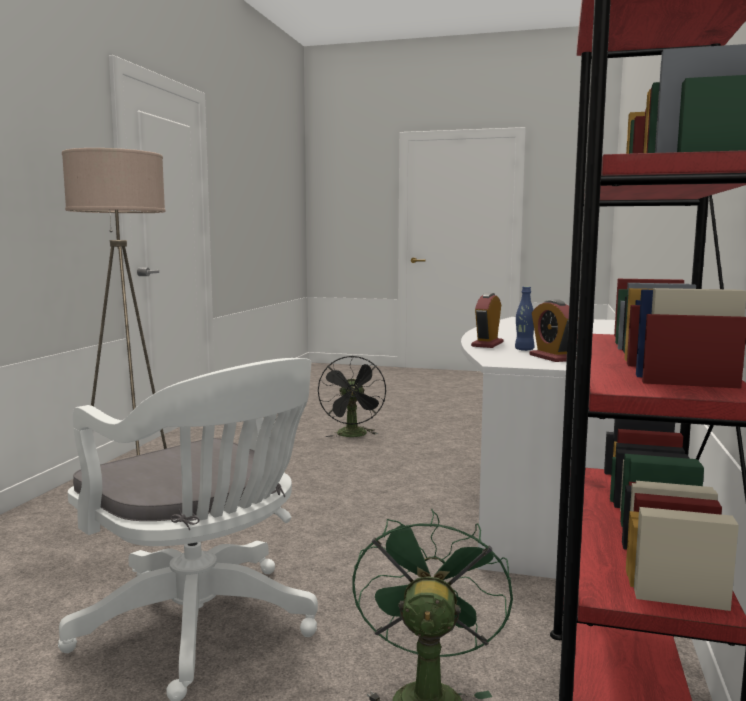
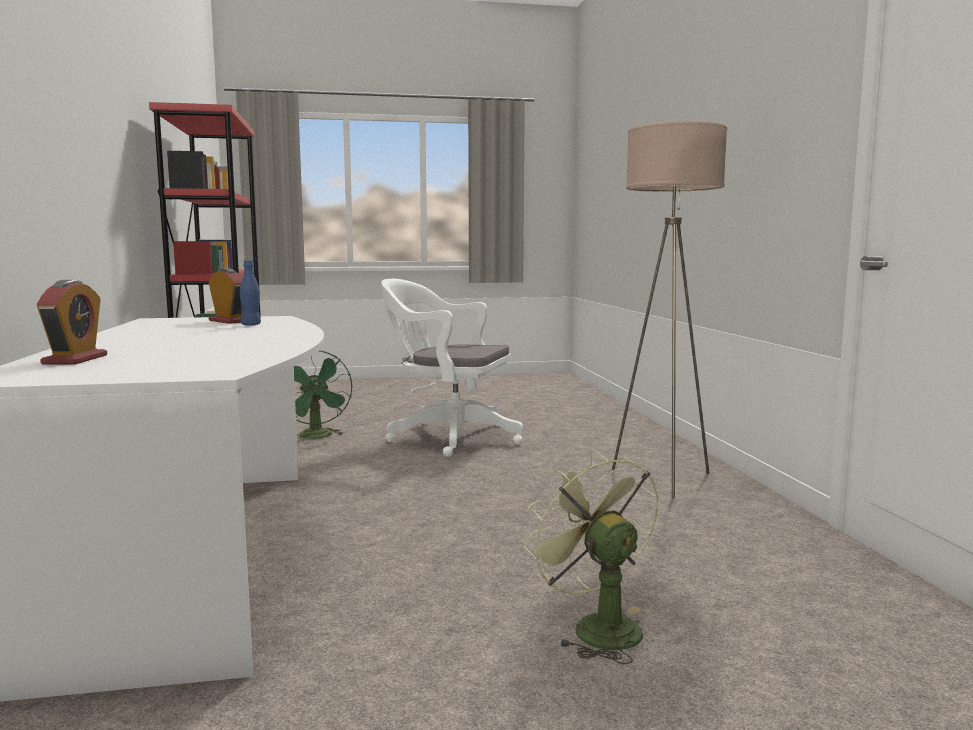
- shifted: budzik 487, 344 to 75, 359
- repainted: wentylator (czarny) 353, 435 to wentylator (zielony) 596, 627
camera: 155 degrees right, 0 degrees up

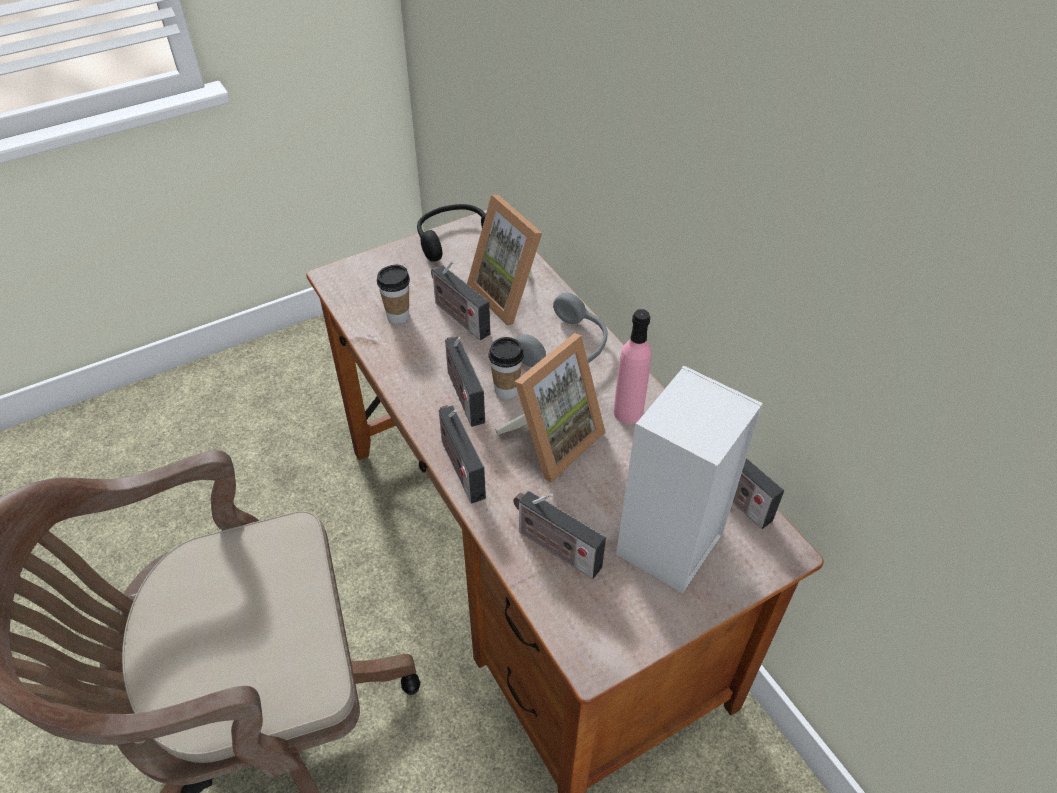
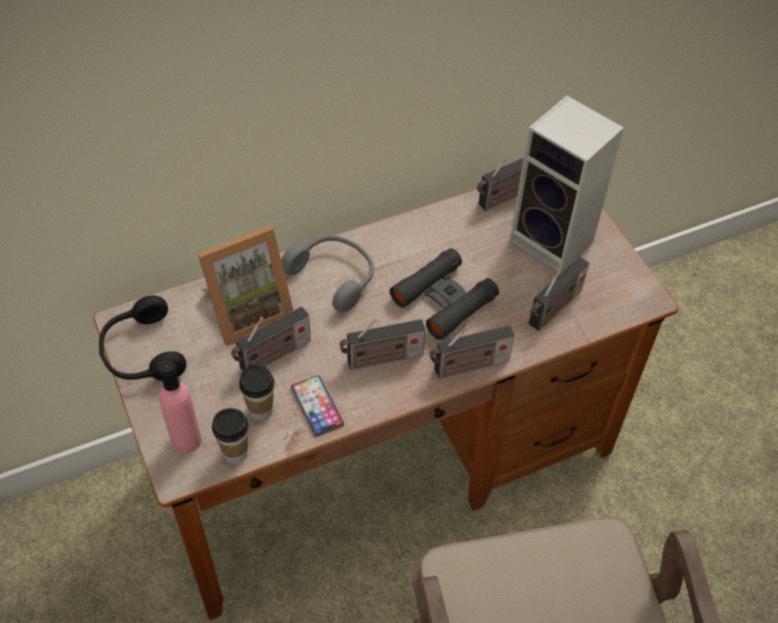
- shifted: butelka (różowy) 628, 412 to 186, 440
- swapped: ramka na zdjęcie 551, 440 to lornetka (czarny) 444, 299
- shifted: filiżanka 506, 390 to 235, 453
- new: telefon 317, 406
camera: 85 degrees left, 5 degrees up

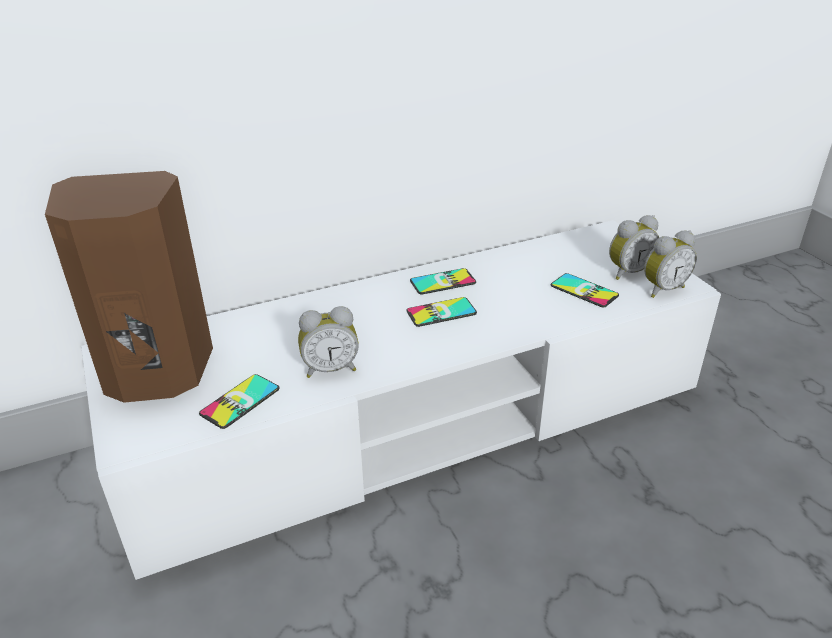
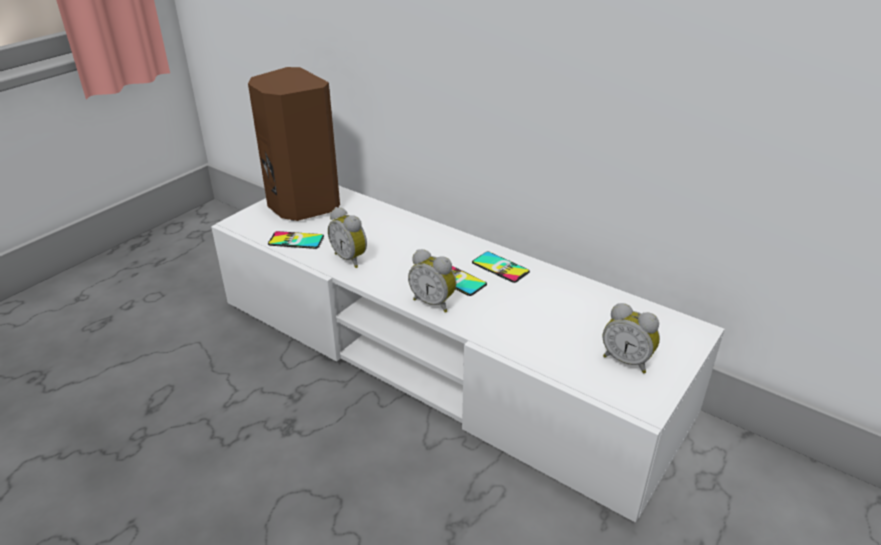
- shifted: budzik 662, 289 to 434, 302
- gone: telefon 584, 290
camera: 60 degrees right, 0 degrees up

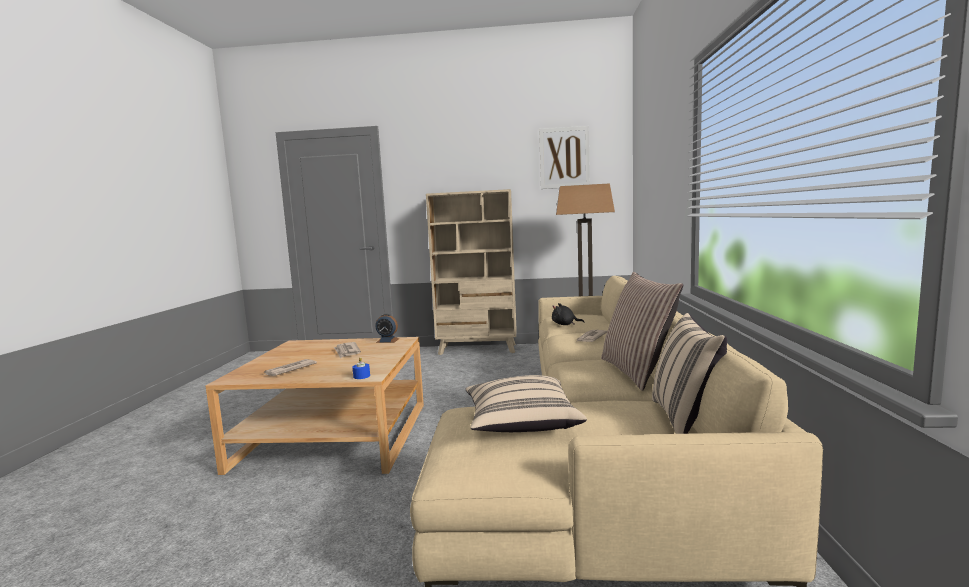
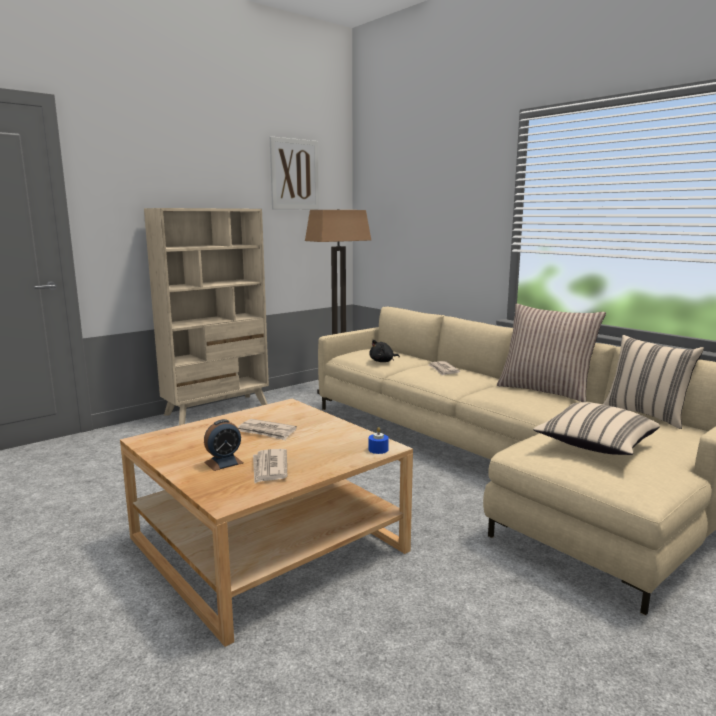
- shifted: budzik 387, 340 to 224, 462
camera: 45 degrees left, 5 degrees up

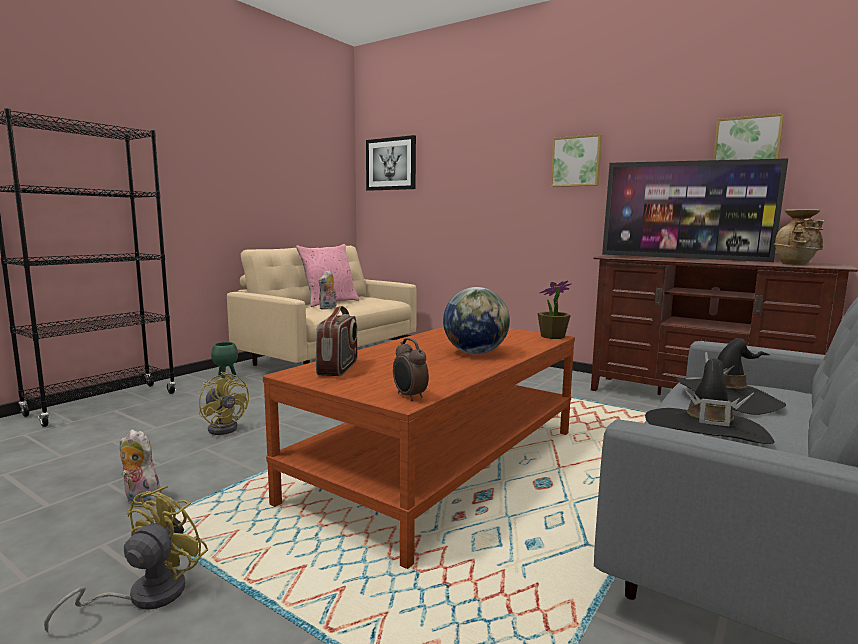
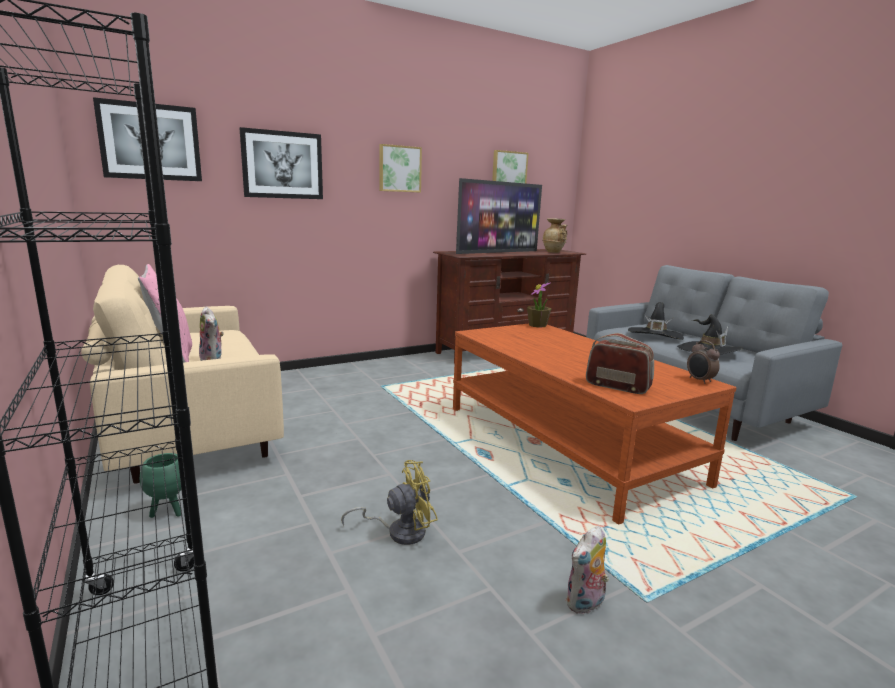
- gone: globus 475, 353
- rotated: budzik 409, 396 = 699, 380 75 degrees clockwise
- gone: wentylator (żółty) 144, 596
- new: obraz 282, 165
camera: 65 degrees left, 5 degrees up

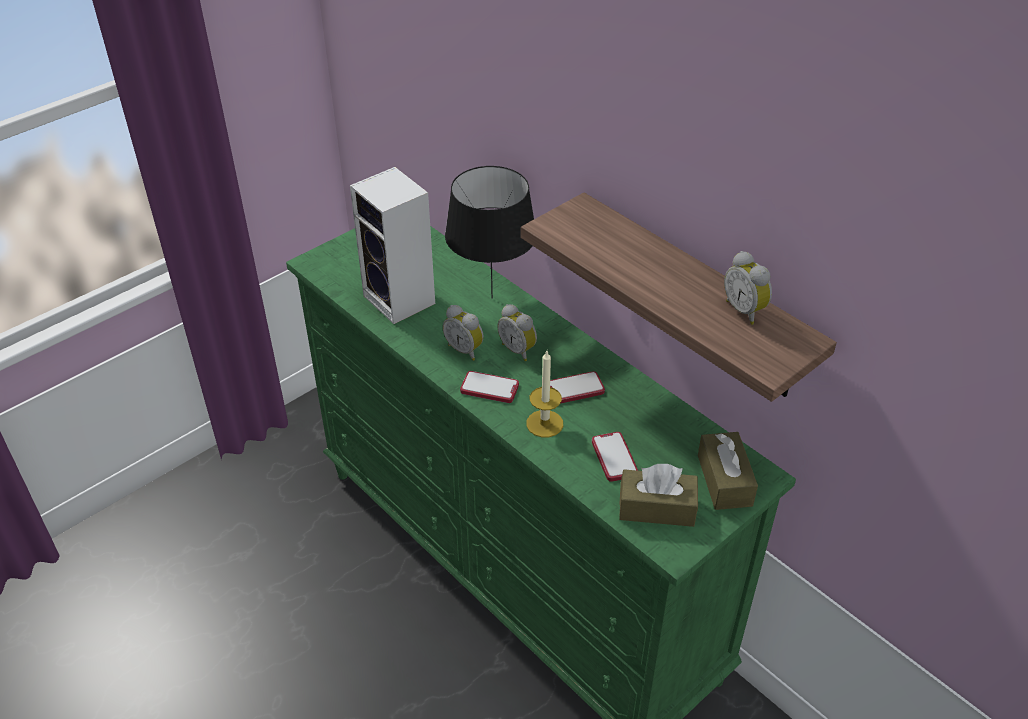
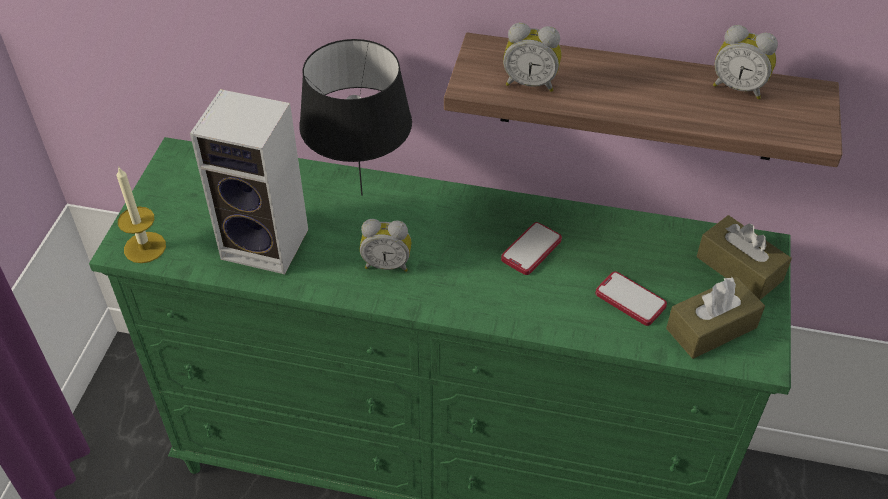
- shifted: budzik 519, 350 to 530, 83
- shifted: świeca 544, 423 to 145, 247
- gone: telefon 489, 388
camera: 35 degrees left, 5 degrees up

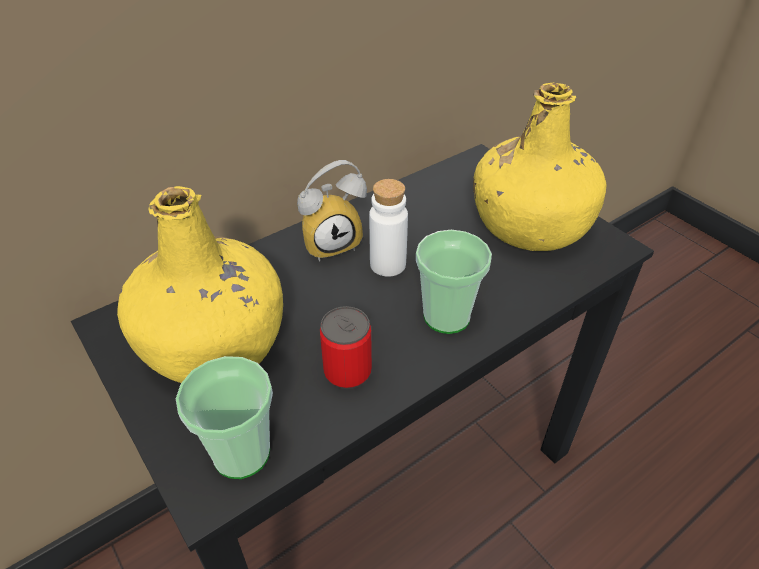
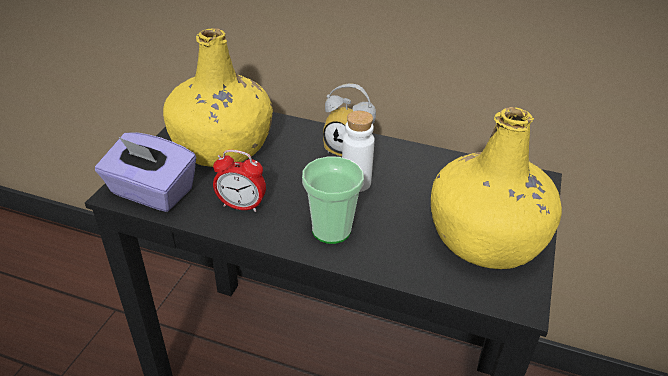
- swapped: puszka 347, 372 to budzik 241, 206
- swapped: filiżanka 241, 453 to pudełko chusteczek (fioletowy) 151, 192
camera: 55 degrees right, 5 degrees down

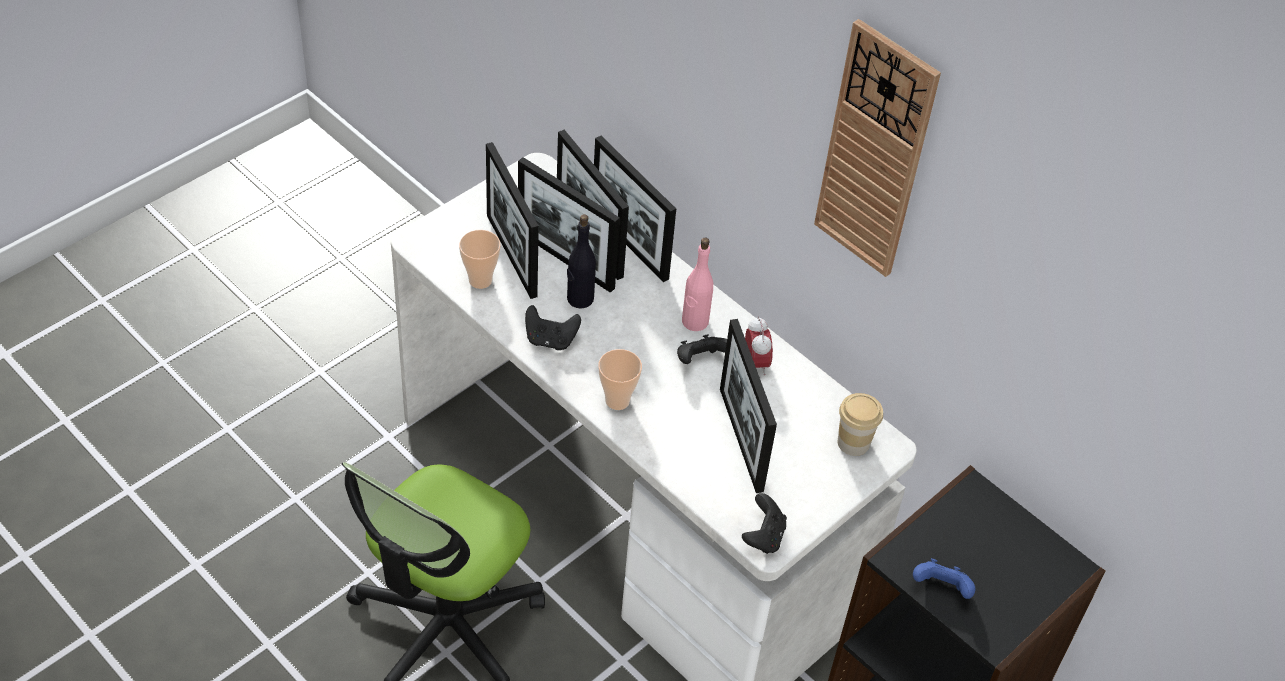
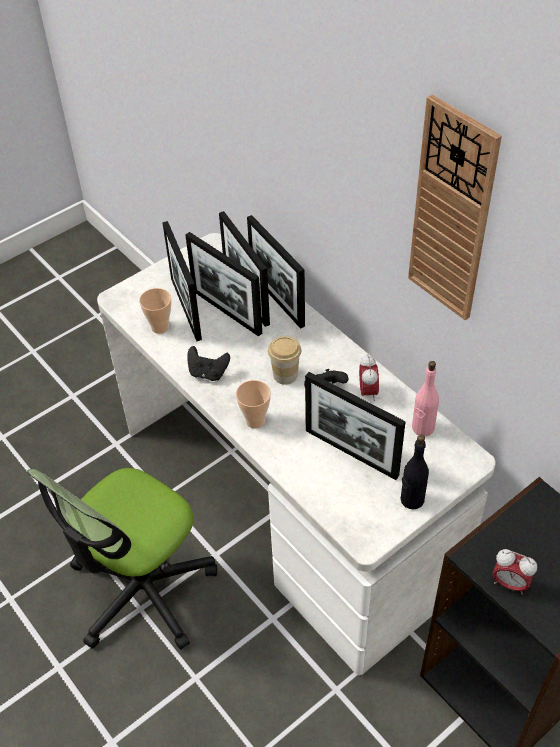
- shifted: butelka (czarny) 579, 299 to 411, 499
- shifted: butelka (różowy) 694, 321 to 422, 428
- rotated: ramka na zdjęcie 741, 439 = 351, 453 45 degrees counterclockwise
- shifted: filiżanka 853, 443 to 285, 375
- gone: pad do gier (czarny) 763, 537
- swapped: pad do gier (niebieski) 941, 589 to budzik 509, 583
camera: 10 degrees right, 0 degrees up

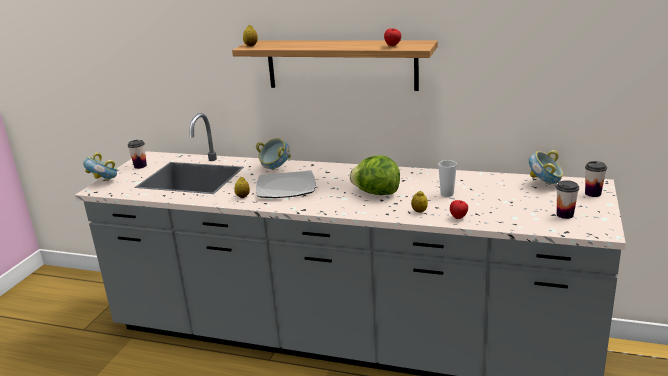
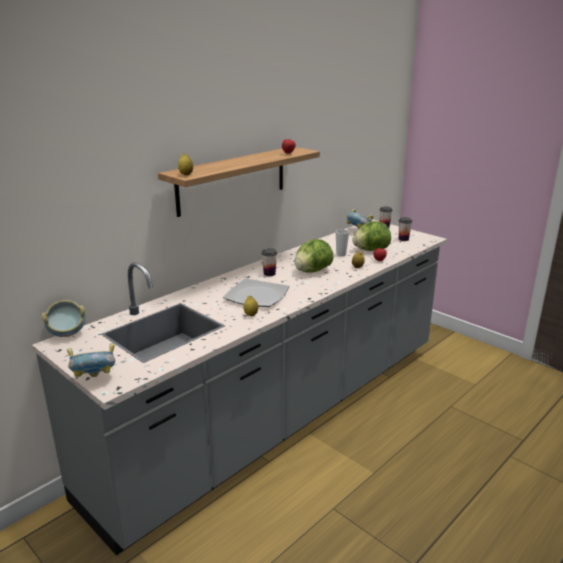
- shifted: miska 275, 168 to 67, 334
- shifted: filiżanka 140, 166 to 269, 273
- new: sałata 371, 250
camera: 65 degrees left, 0 degrees up

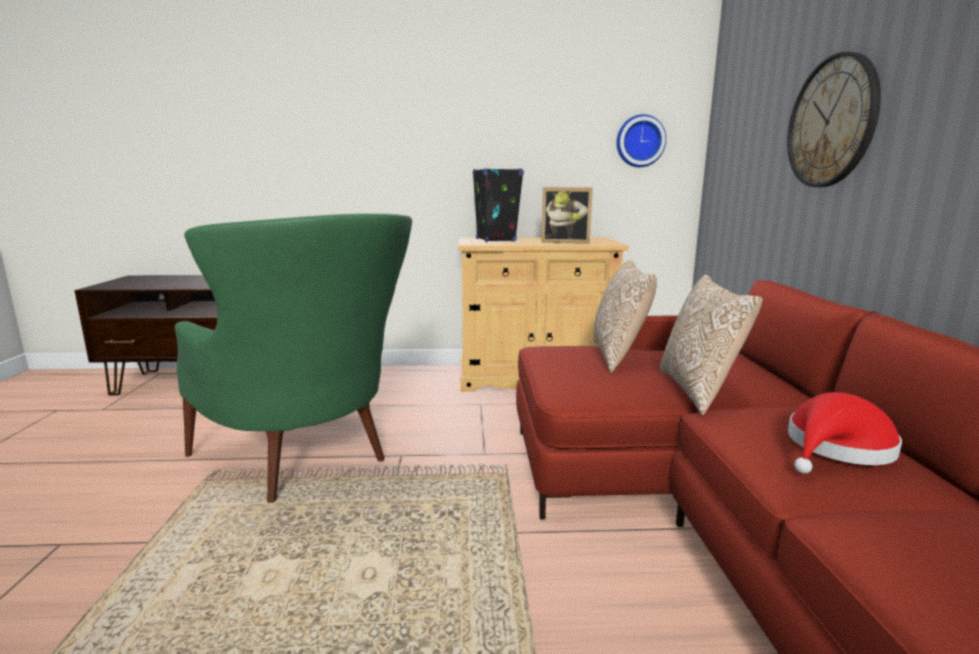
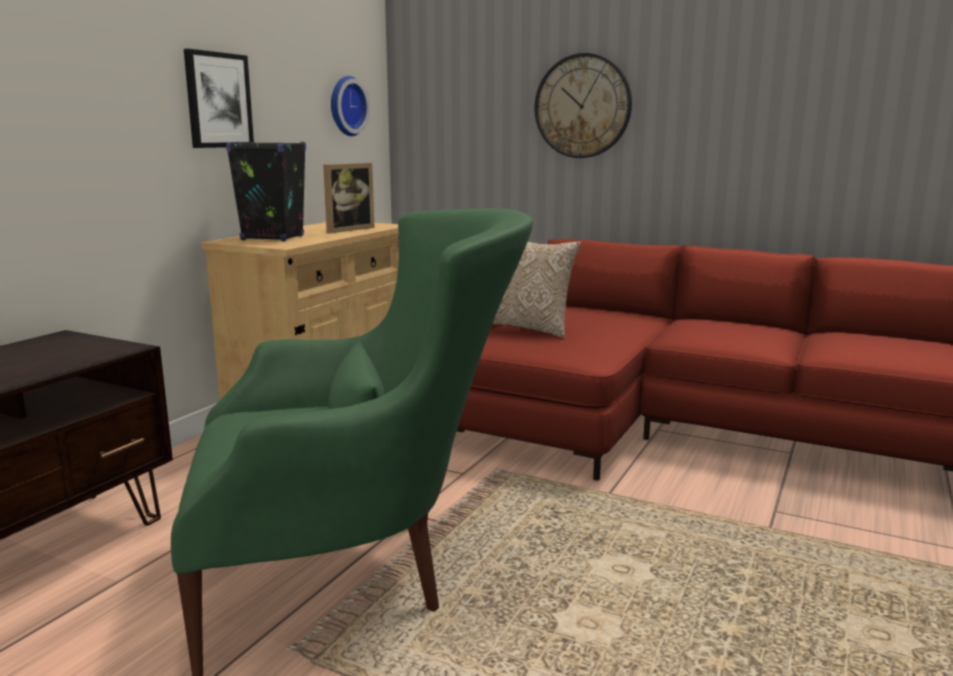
- gone: poduszka 699, 390
- gone: kapelusz (czerwony) 836, 448
- new: obraz 218, 100
camera: 60 degrees left, 0 degrees up

